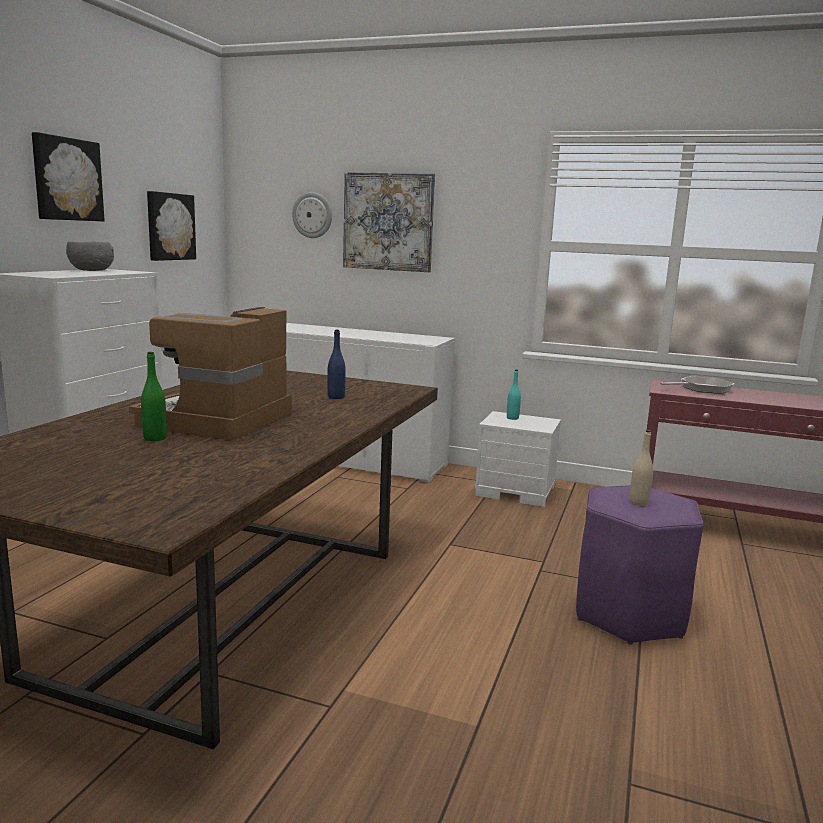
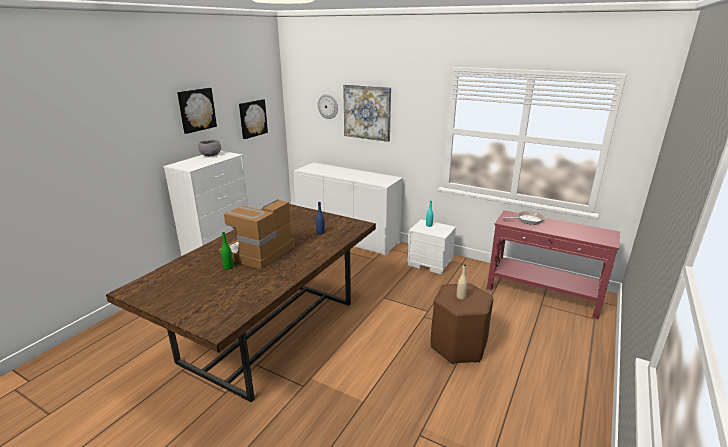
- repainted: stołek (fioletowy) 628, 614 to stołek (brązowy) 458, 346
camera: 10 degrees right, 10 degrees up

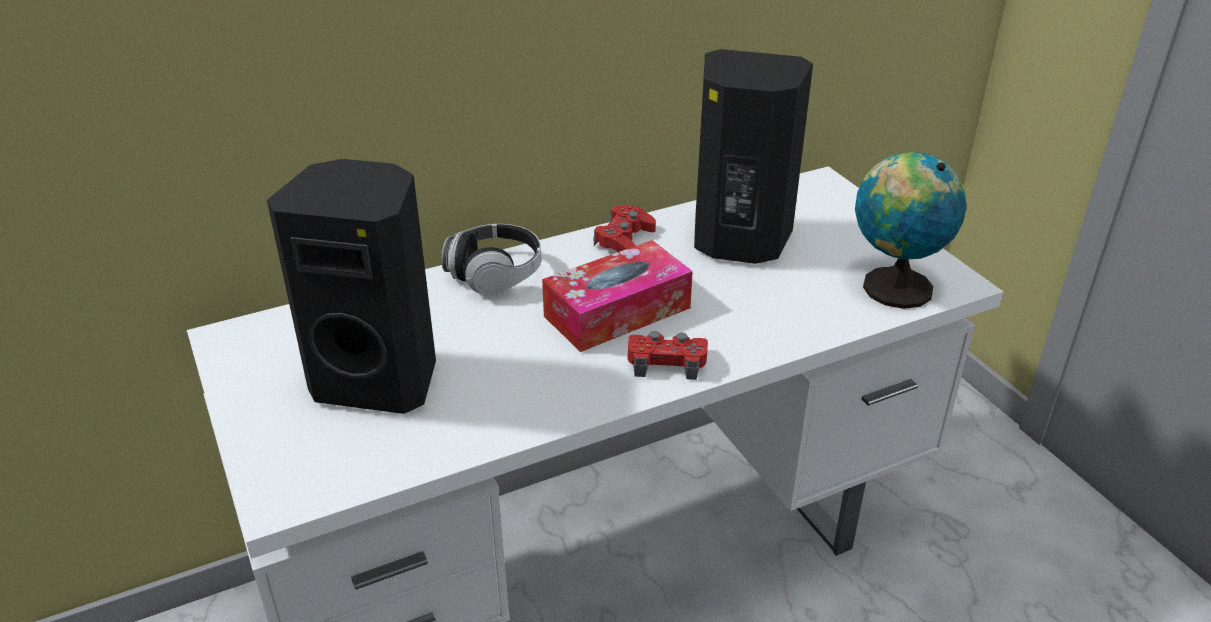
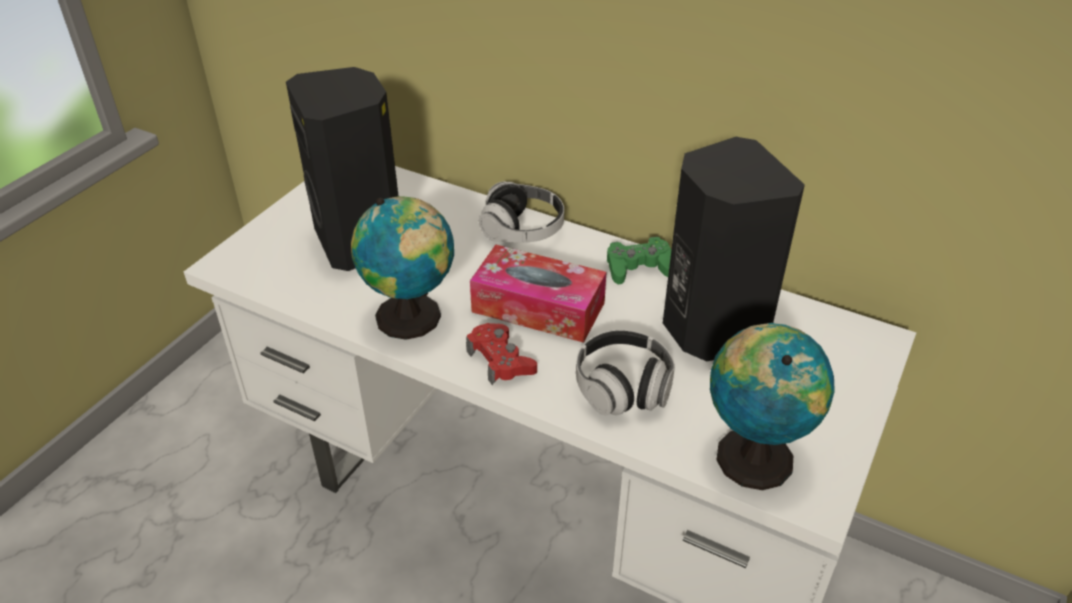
- repainted: pad do gier (czerwony) 624, 239 to pad do gier (zielony) 638, 267
- new: globus 413, 318
- new: słuchawki 623, 388
camera: 55 degrees right, 5 degrees up

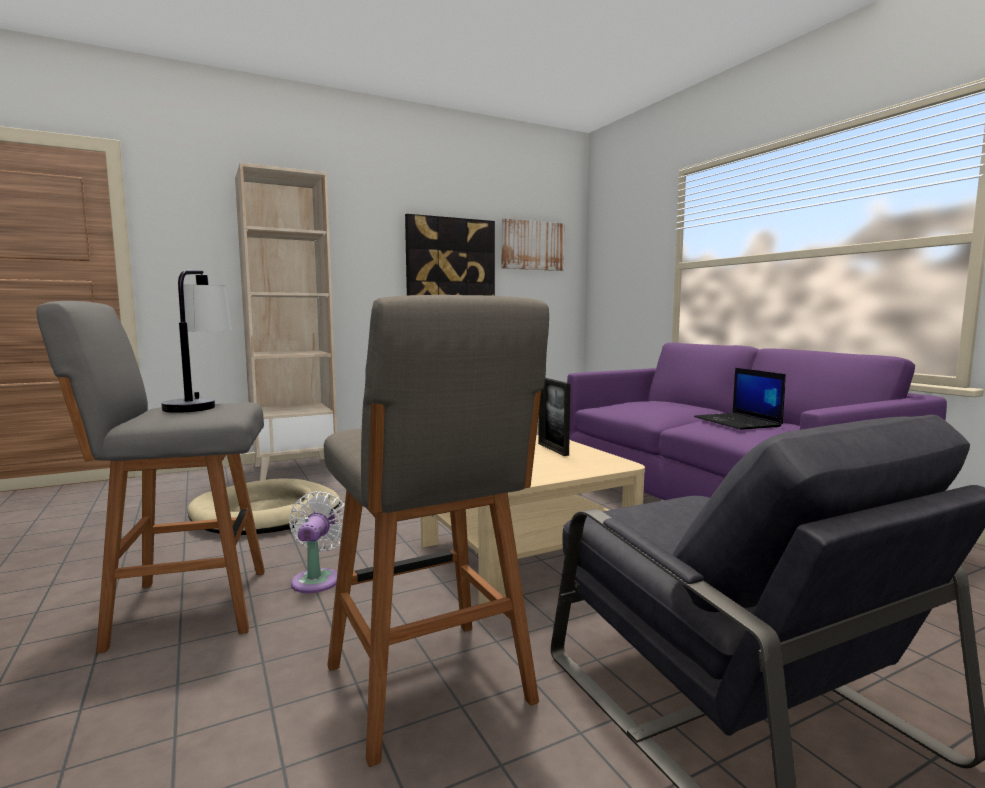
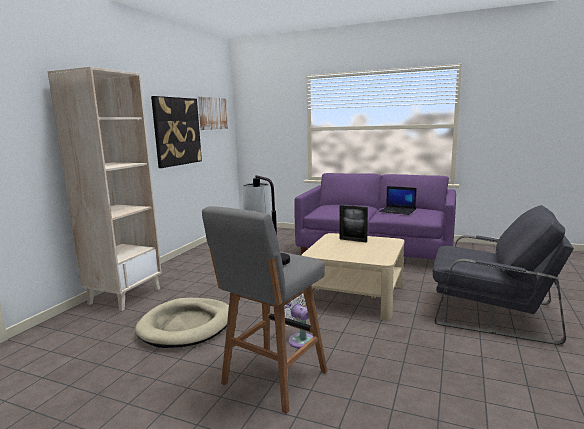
- gone: stołek (szary) 431, 688
camera: 40 degrees left, 5 degrees up

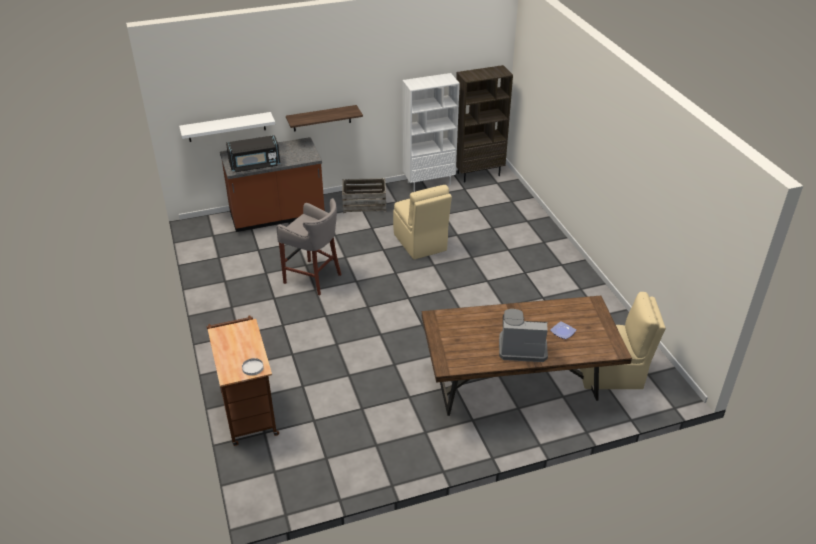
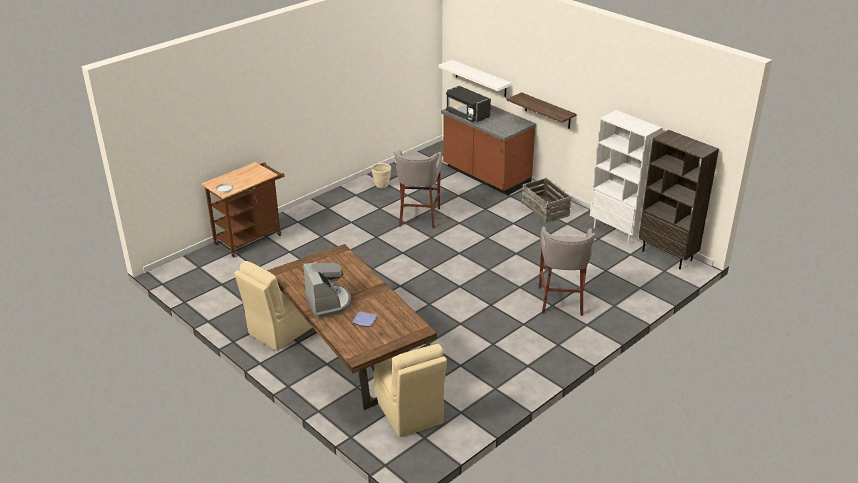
- shifted: krzesło (beżowy) 420, 243 to 281, 330
- new: donica (beżowy) 381, 185
- new: stołek (szary) 561, 302
camera: 65 degrees right, 5 degrees down

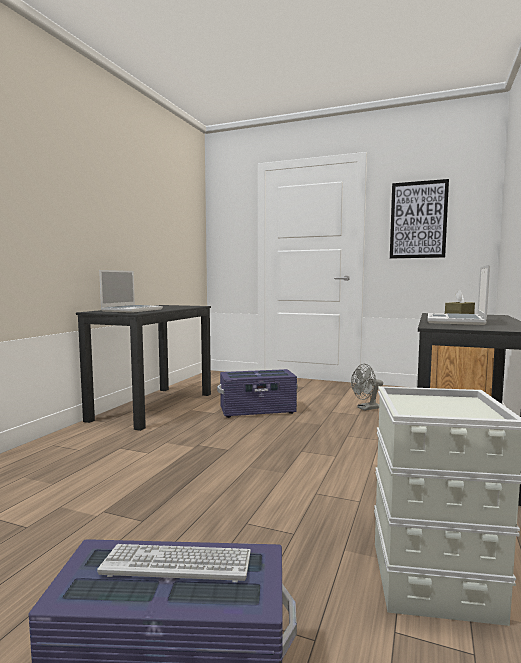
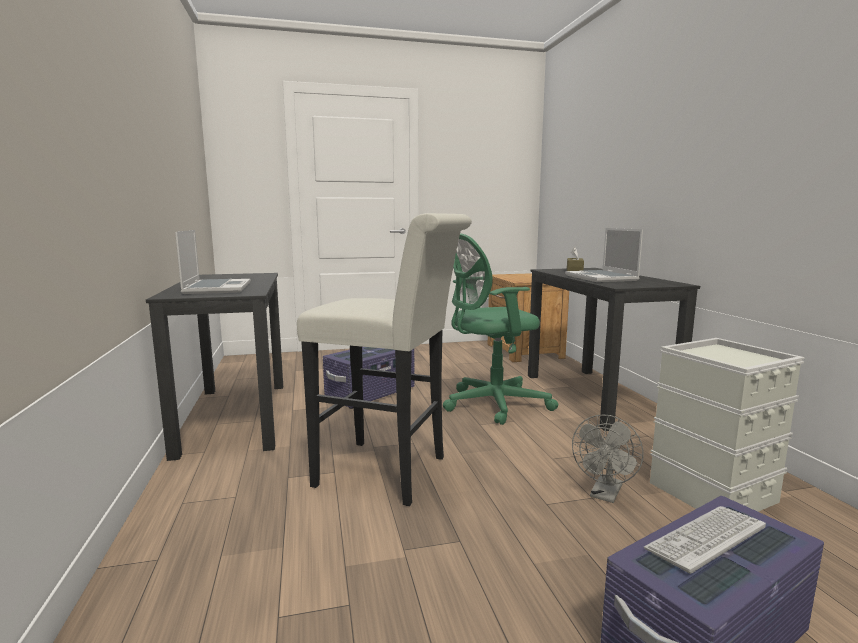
- gone: obraz 418, 220
- shifted: wentylator (szary) 366, 408 to 605, 495
- new: stołek (biały) 390, 473
- new: krzesło biurowe (zielony) 491, 404
camera: 35 degrees left, 5 degrees up

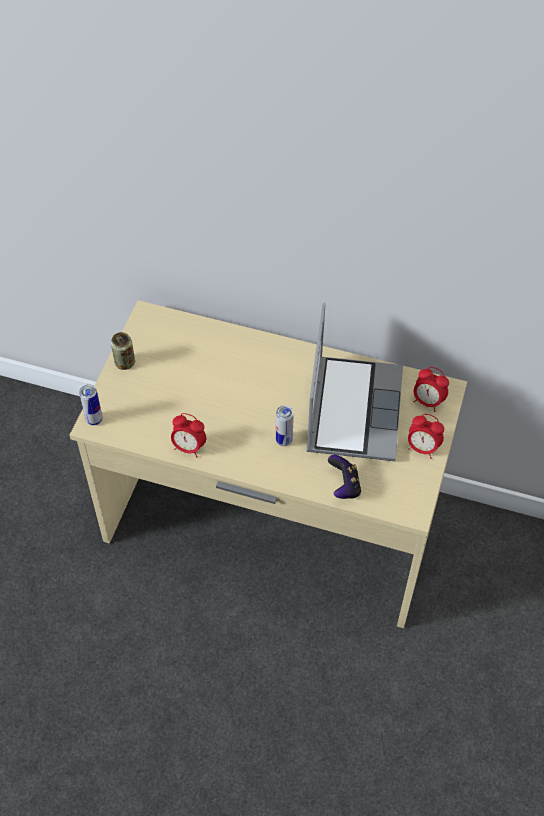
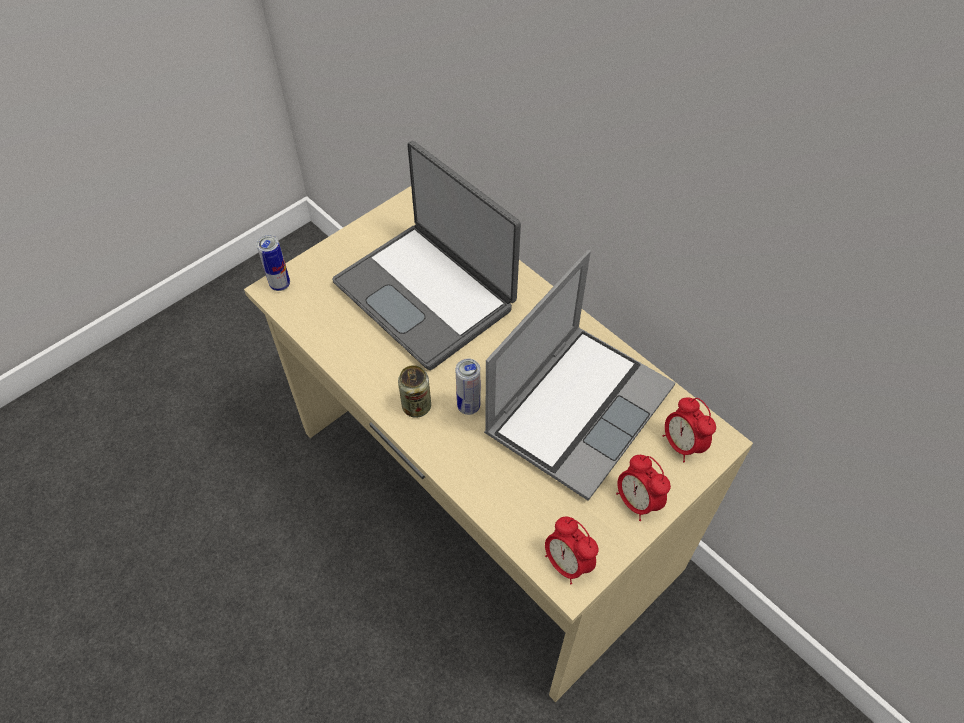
- shifted: puszka 125, 363 to 416, 406
- shifted: budzik 189, 447 to 567, 563
- gone: pad do gier 344, 486
- new: laptop 427, 294
camera: 30 degrees right, 0 degrees up

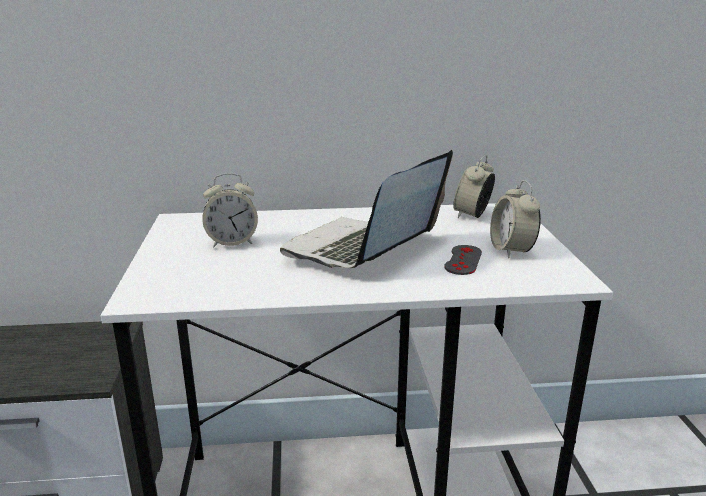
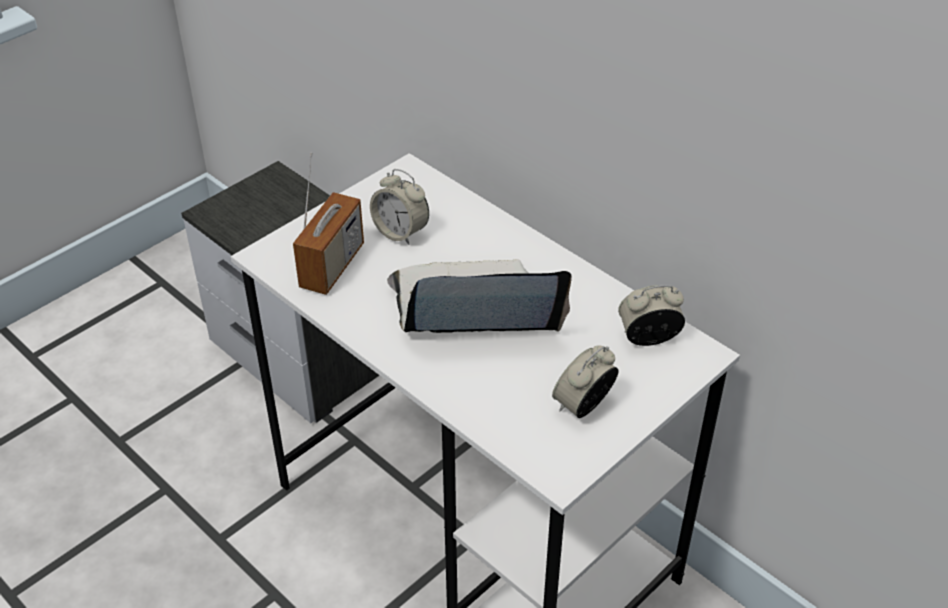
- gone: pad do gier (szary) 463, 260
- new: radio 332, 266
camera: 50 degrees right, 20 degrees up

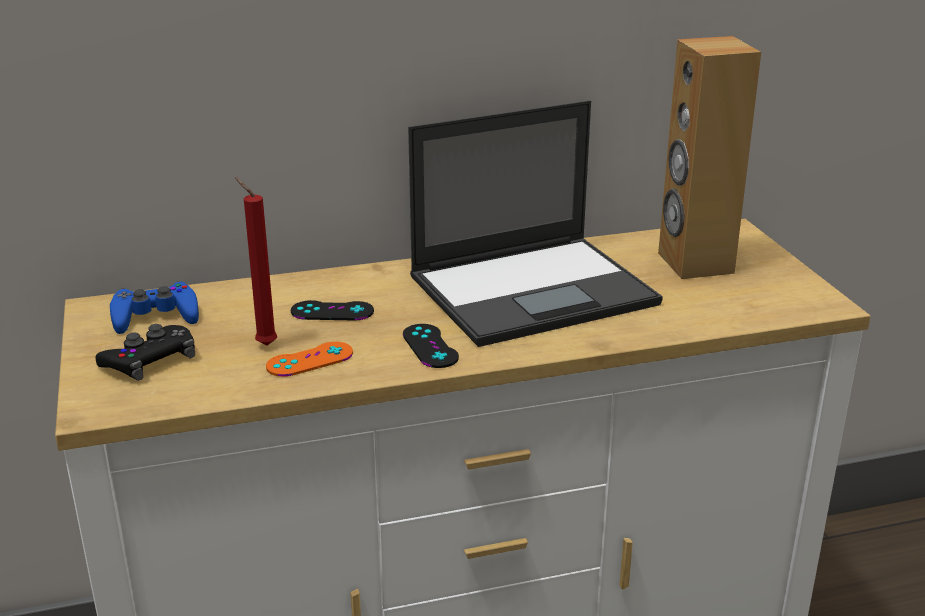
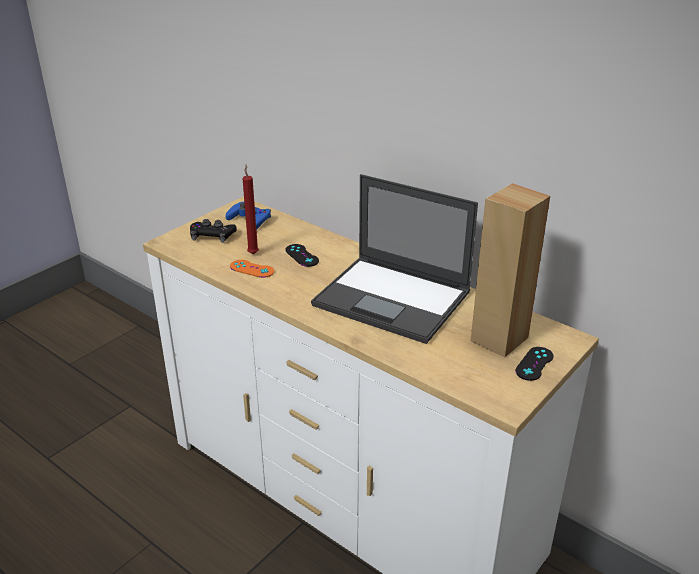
- shifted: pad do gier (czarny) 430, 346 to 534, 364
camera: 55 degrees right, 5 degrees up

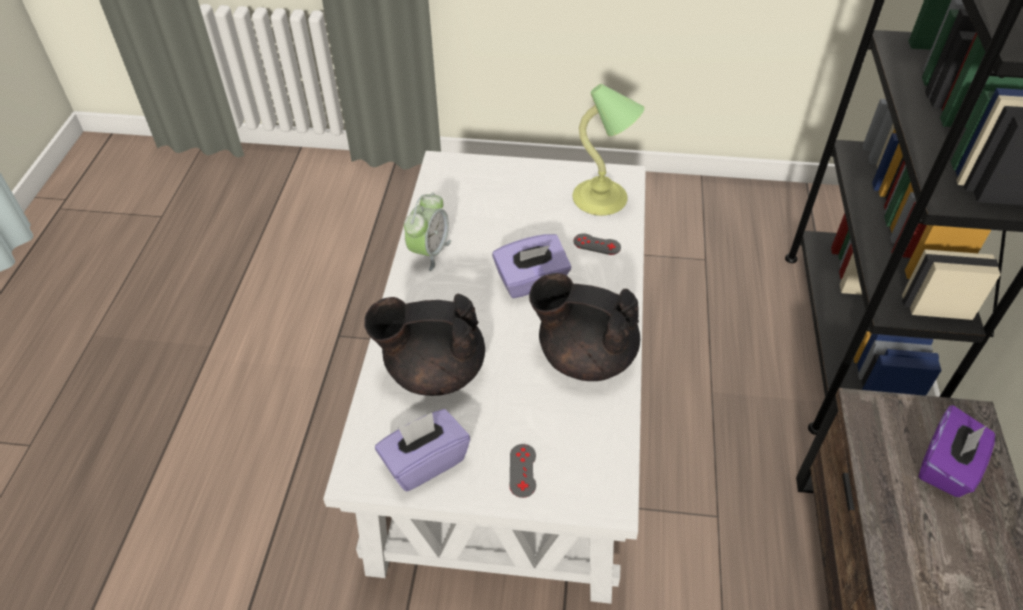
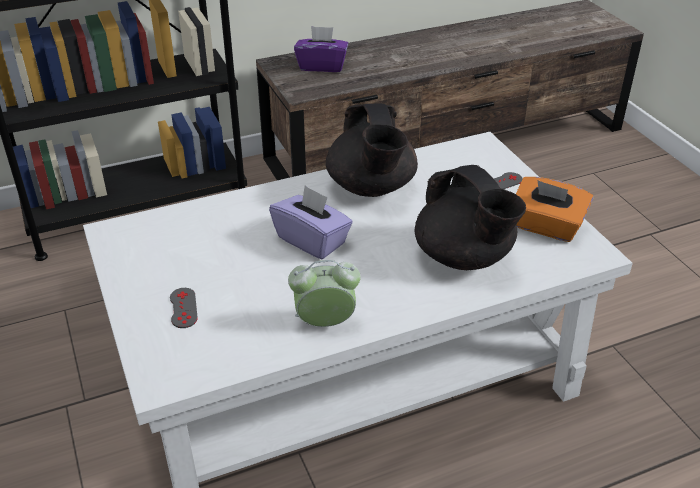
- gone: lampa stołowa 601, 200
- shifted: pad do gier (szary) 597, 244 to 183, 308
- repainted: pudełko chusteczek (fioletowy) 424, 461 to pudełko chusteczek (pomarańczowy) 546, 227
camera: 120 degrees left, 10 degrees down

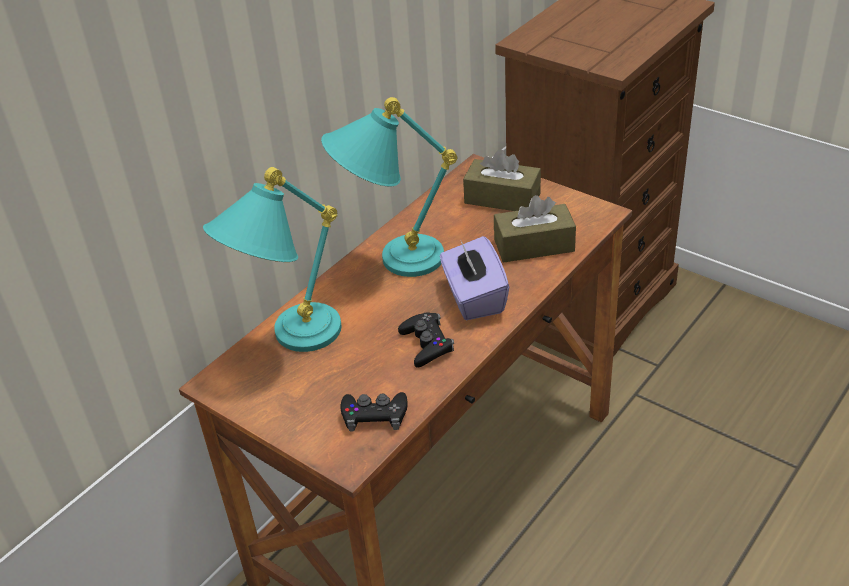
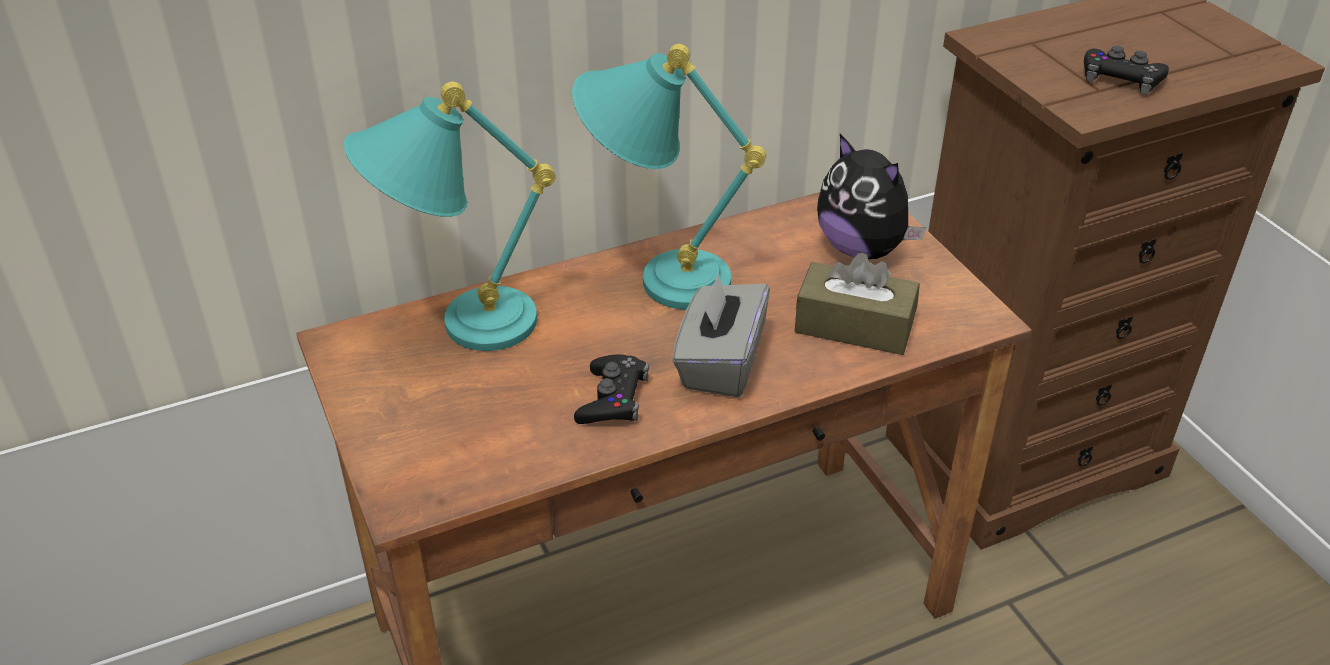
- swapped: pudełko chusteczek (brązowy) 502, 198 to pluszak 862, 249
- repainted: pudełko chusteczek (fioletowy) 474, 298 to pudełko chusteczek (szary) 720, 363
- shifted: pad do gier (czarny) 374, 415 to 1121, 78
camera: 25 degrees right, 0 degrees up

